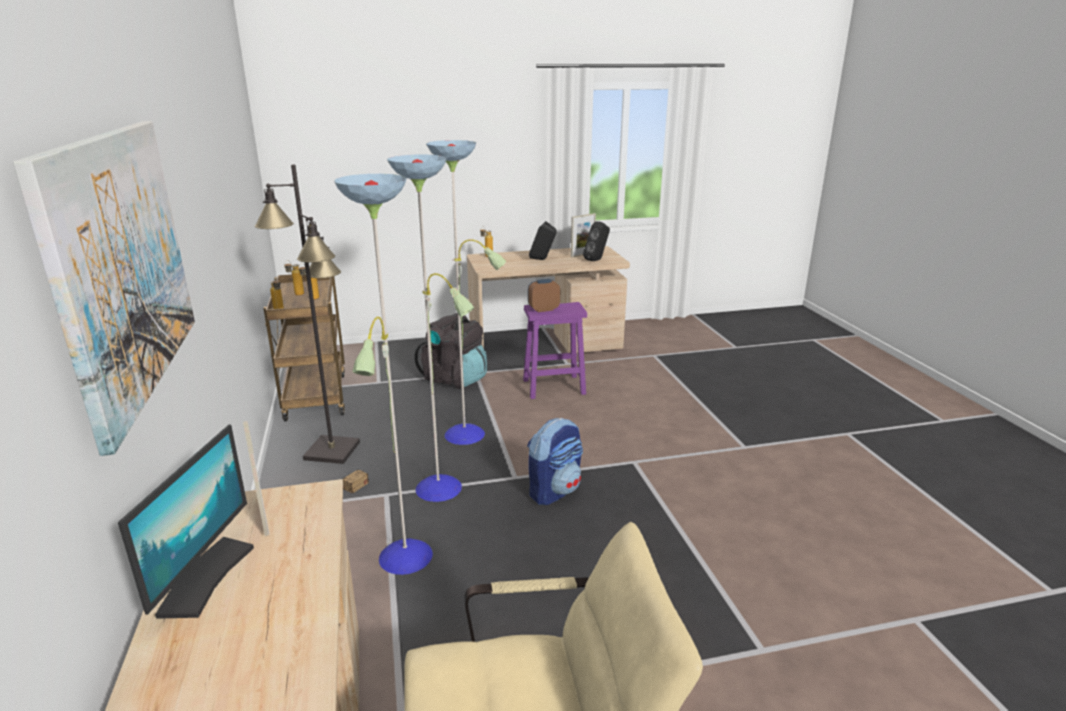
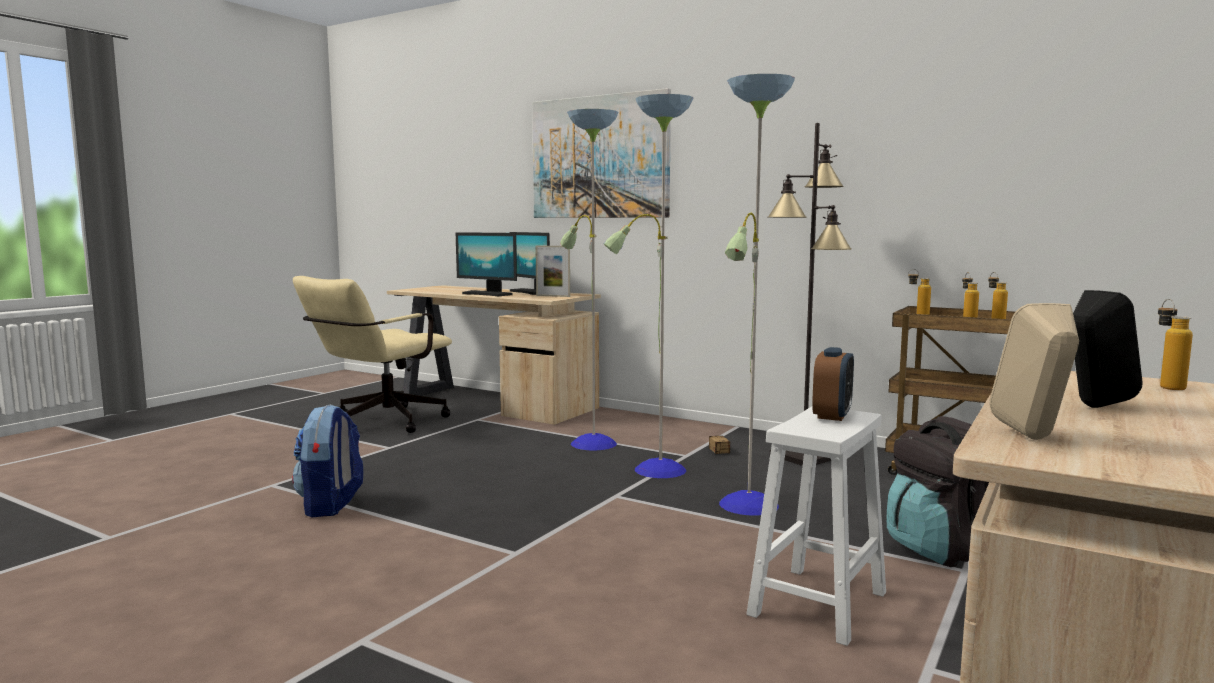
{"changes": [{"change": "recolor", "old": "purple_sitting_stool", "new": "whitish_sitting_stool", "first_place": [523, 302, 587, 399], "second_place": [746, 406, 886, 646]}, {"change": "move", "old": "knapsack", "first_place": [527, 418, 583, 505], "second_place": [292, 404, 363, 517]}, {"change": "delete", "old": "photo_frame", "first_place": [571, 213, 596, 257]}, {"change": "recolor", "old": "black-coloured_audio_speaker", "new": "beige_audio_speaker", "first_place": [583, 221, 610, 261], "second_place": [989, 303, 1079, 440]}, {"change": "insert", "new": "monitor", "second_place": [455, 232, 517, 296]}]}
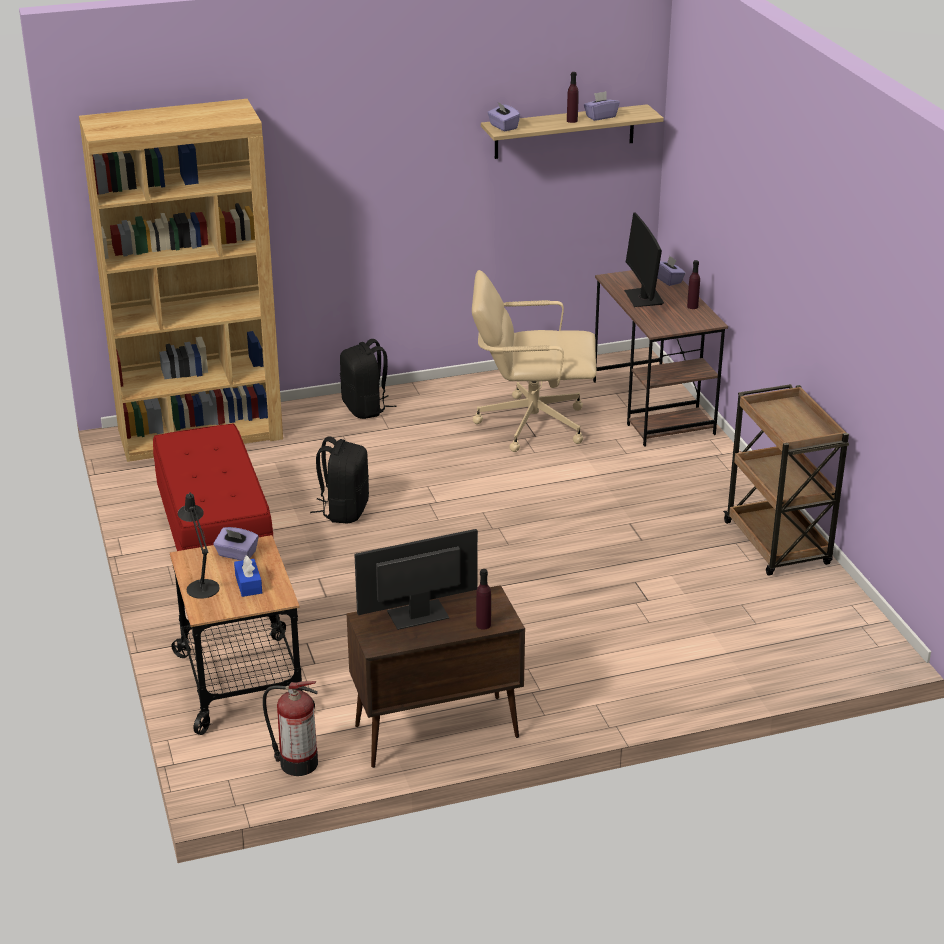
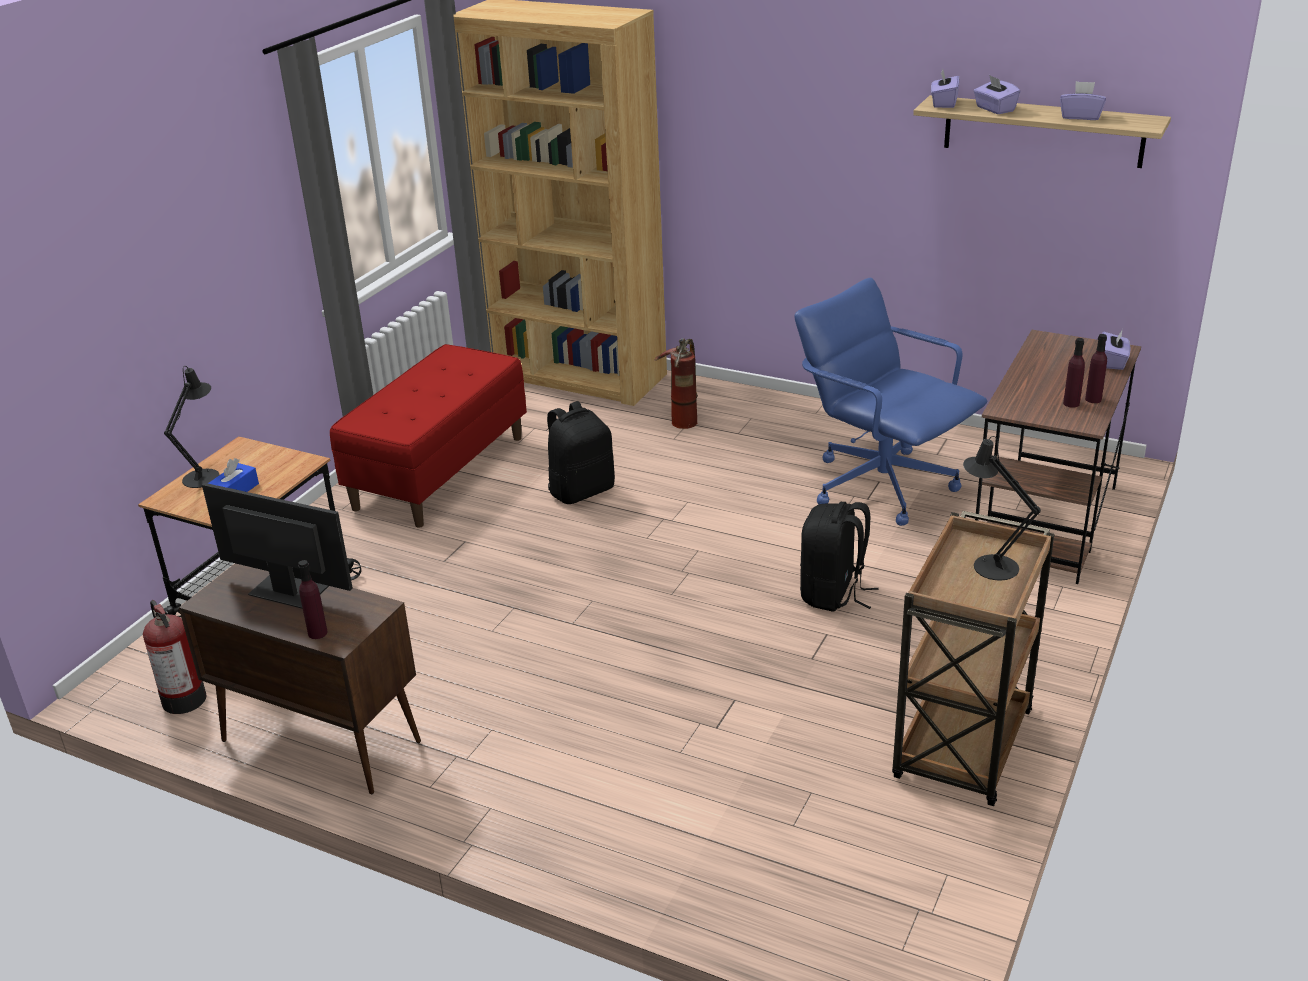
{"changes": [{"change": "move", "old": "purple_tissue_box", "first_place": [213, 527, 259, 561], "second_place": [974, 75, 1021, 114]}, {"change": "move", "old": "black-coloured_knapsack", "first_place": [340, 339, 396, 419], "second_place": [800, 502, 879, 612]}, {"change": "recolor", "old": "beige_desk_chair", "new": "blue-coloured_desk_chair", "first_place": [472, 270, 597, 452], "second_place": [795, 278, 987, 526]}, {"change": "move", "old": "purple_bottle", "first_place": [567, 72, 579, 123], "second_place": [1063, 338, 1085, 408]}, {"change": "delete", "old": "monitor", "first_place": [624, 212, 664, 307]}, {"change": "insert", "new": "fire-fighting_cylinder", "second_place": [655, 338, 698, 429]}, {"change": "insert", "new": "black-coloured_table_lamp", "second_place": [963, 436, 1041, 581]}]}
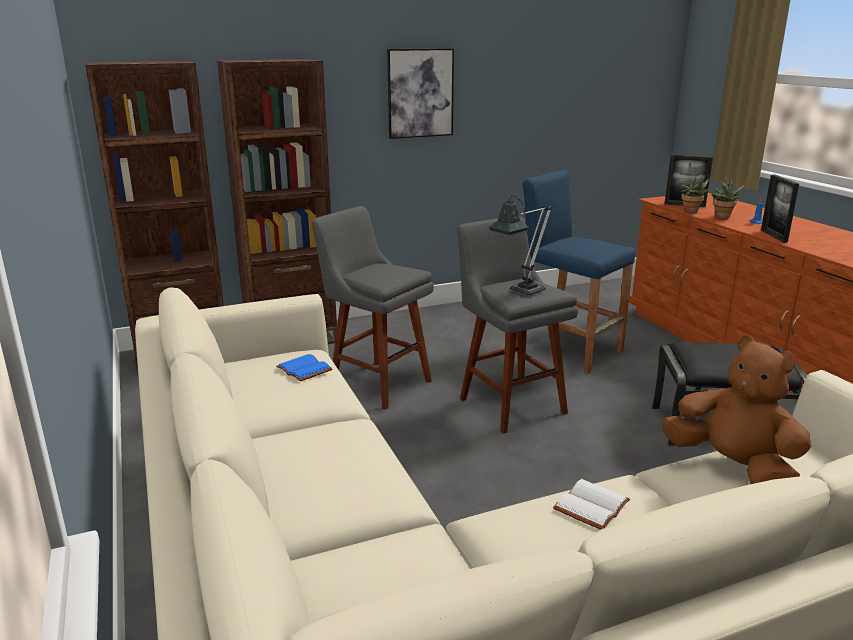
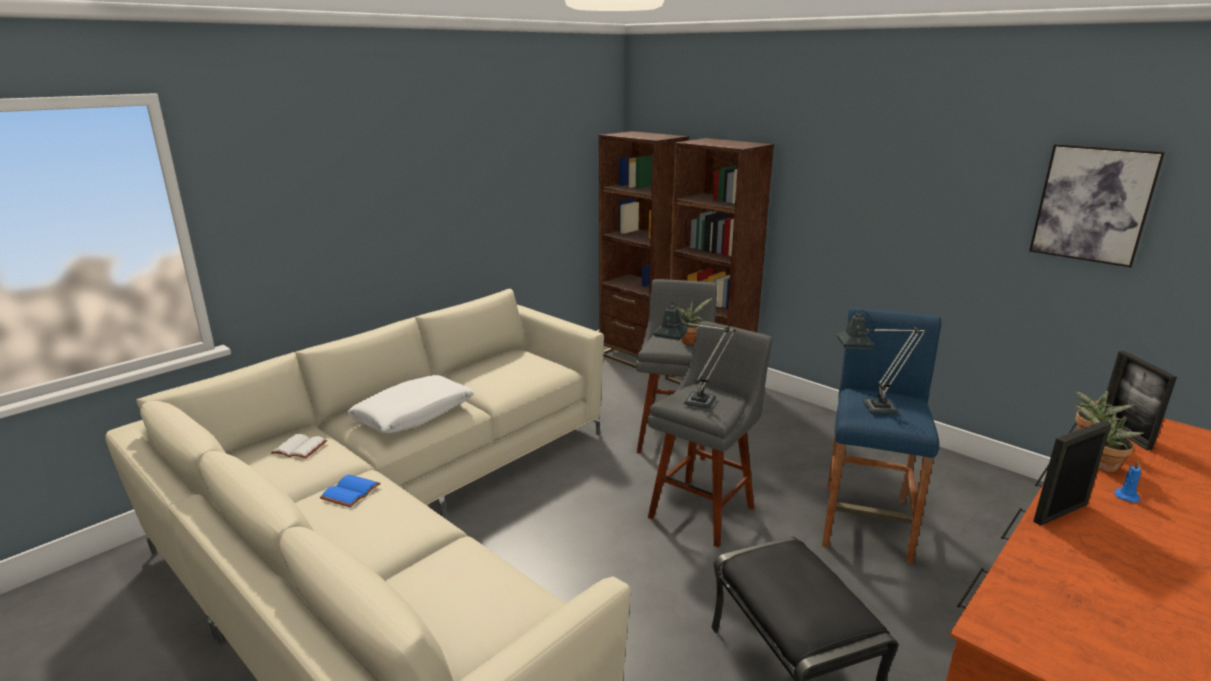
{"changes": [{"change": "move", "old": "blue-coloured_volume", "first_place": [276, 354, 332, 381], "second_place": [320, 474, 381, 507]}, {"change": "move", "old": "picture", "first_place": [387, 48, 454, 139], "second_place": [1029, 144, 1165, 267]}, {"change": "move", "old": "whitish_volume", "first_place": [553, 479, 630, 530], "second_place": [271, 434, 327, 458]}, {"change": "delete", "old": "brown_cuddly_toy", "first_place": [662, 335, 811, 484]}, {"change": "insert", "new": "whitish_pillow", "second_place": [347, 375, 475, 433]}, {"change": "insert", "new": "houseplant", "second_place": [675, 298, 712, 344]}, {"change": "insert", "new": "table_lamp", "second_place": [837, 310, 927, 414]}]}
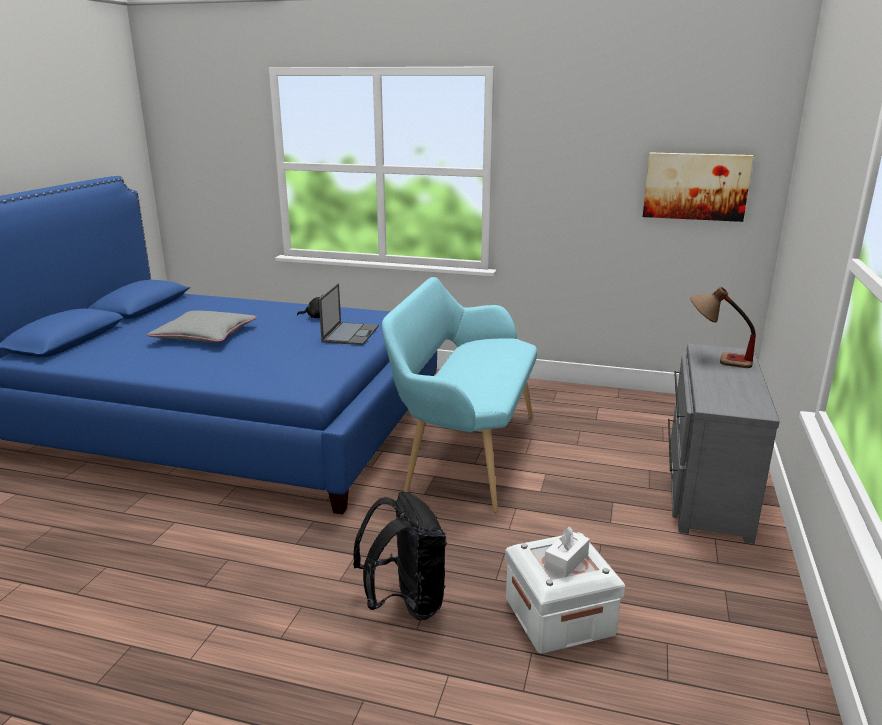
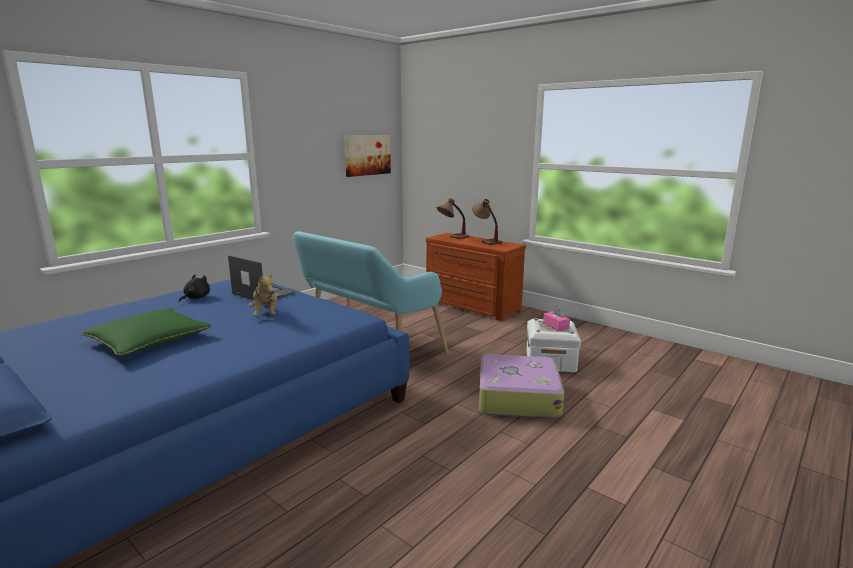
{"changes": [{"change": "recolor", "old": "grey_pillow", "new": "green-coloured_pillow", "first_place": [147, 311, 257, 342], "second_place": [81, 308, 212, 356]}, {"change": "replace", "old": "black-coloured_knapsack", "new": "travel_case", "first_place": [353, 492, 447, 620], "second_place": [479, 354, 564, 419]}, {"change": "recolor", "old": "whitish_tissue_box", "new": "pink_tissue_box", "first_place": [544, 527, 590, 578], "second_place": [543, 306, 570, 331]}, {"change": "recolor", "old": "grey_drawer_chest", "new": "brown_drawer_chest", "first_place": [668, 344, 780, 544], "second_place": [426, 233, 526, 321]}, {"change": "insert", "new": "cuddly_toy", "second_place": [248, 272, 277, 316]}, {"change": "insert", "new": "table_lamp", "second_place": [472, 199, 503, 245]}]}
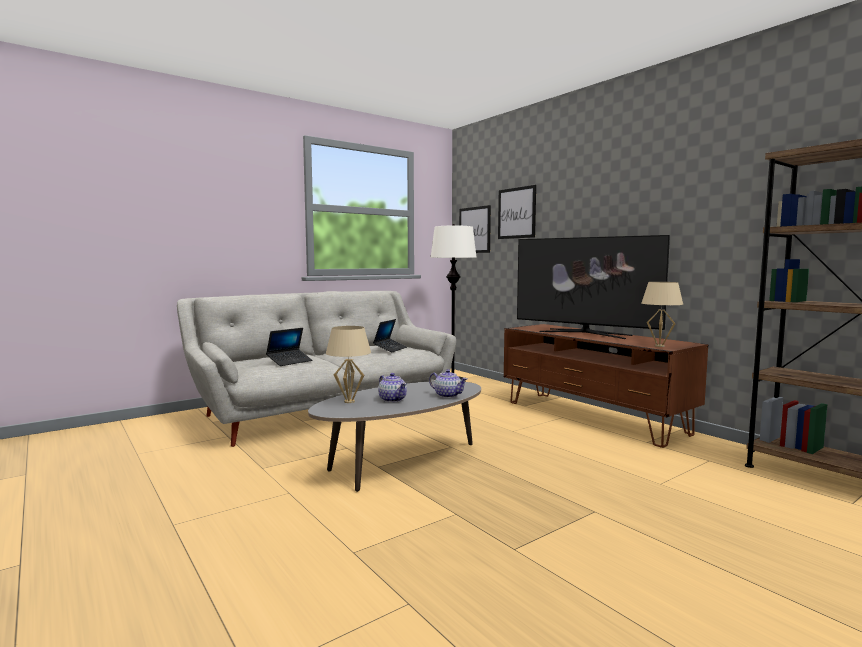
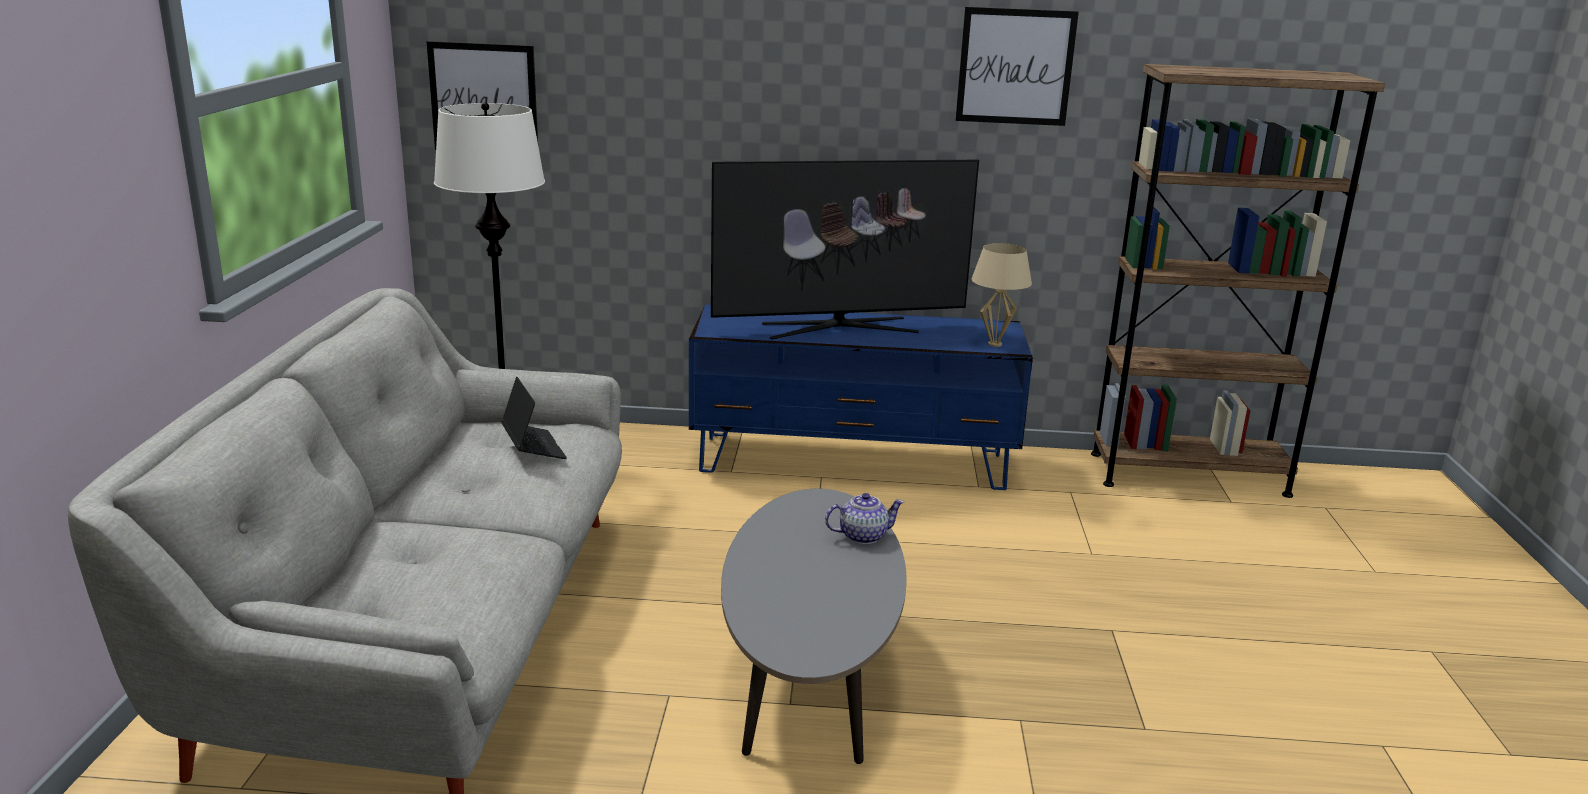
{"changes": [{"change": "delete", "old": "notebook_computer", "first_place": [266, 328, 312, 366]}, {"change": "delete", "old": "beige_table_lamp", "first_place": [326, 326, 371, 403]}, {"change": "delete", "old": "teapot", "first_place": [378, 373, 407, 402]}, {"change": "move", "old": "picture", "first_place": [498, 185, 536, 239], "second_place": [955, 7, 1079, 126]}, {"change": "recolor", "old": "brown_media_console", "new": "blue-coloured_media_console", "first_place": [504, 324, 708, 448], "second_place": [689, 304, 1033, 490]}]}
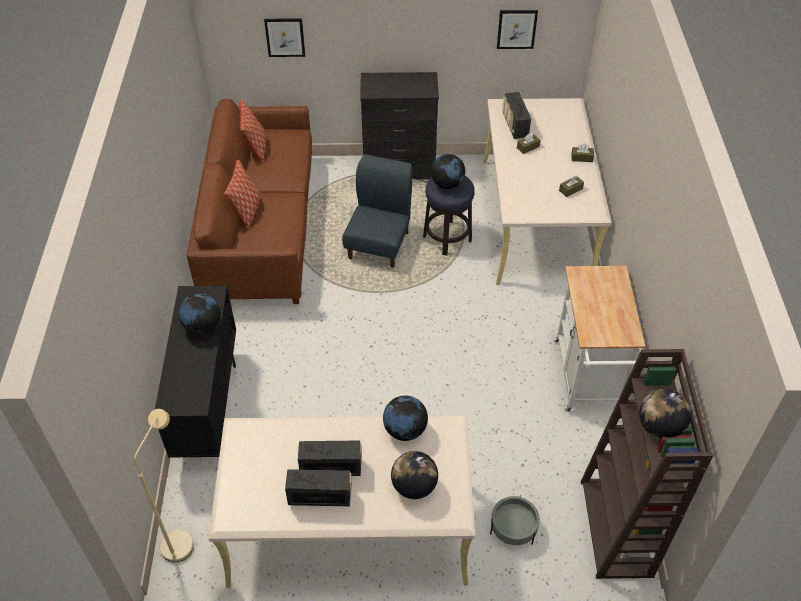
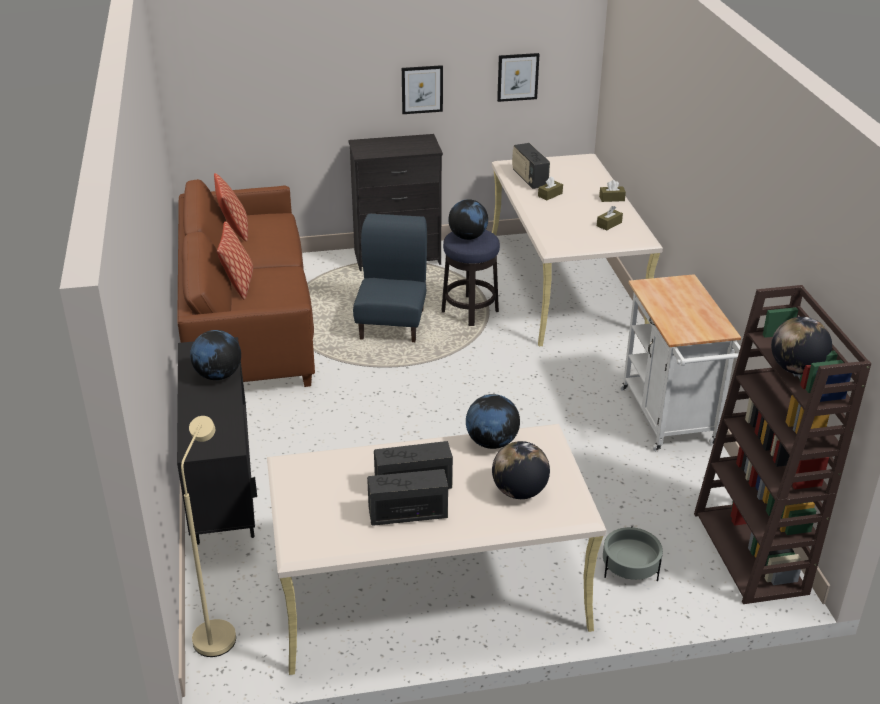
{"changes": [{"change": "move", "old": "picture", "first_place": [264, 18, 305, 57], "second_place": [402, 65, 443, 114]}]}
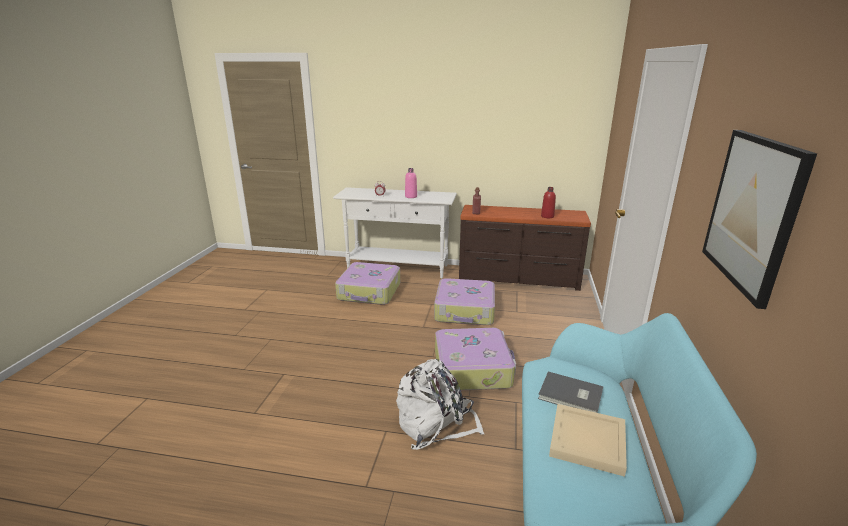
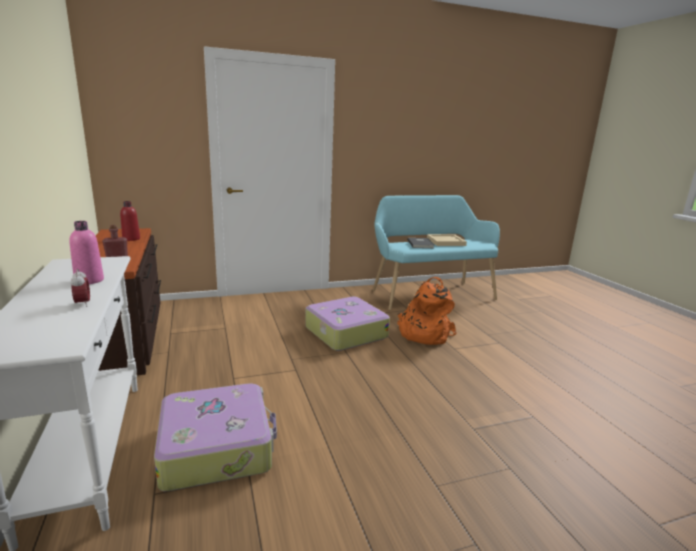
{"changes": [{"change": "recolor", "old": "whitish_knapsack", "new": "orange_knapsack", "first_place": [396, 359, 484, 450], "second_place": [397, 277, 457, 345]}, {"change": "delete", "old": "travel_case", "first_place": [434, 278, 495, 325]}, {"change": "delete", "old": "picture", "first_place": [702, 130, 817, 309]}]}
